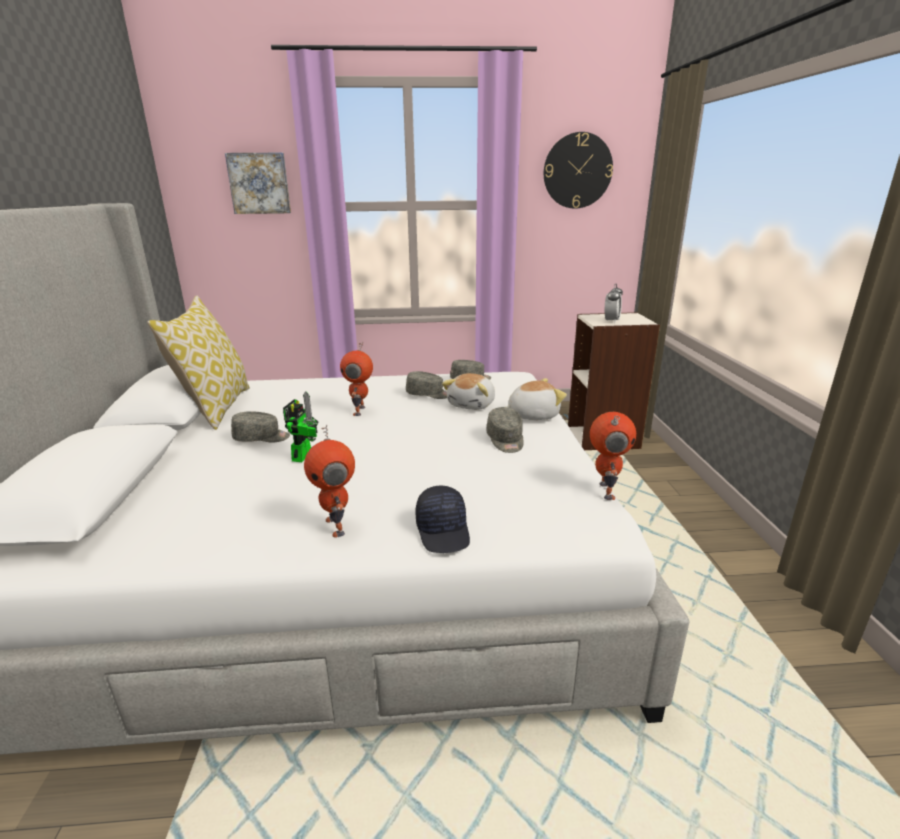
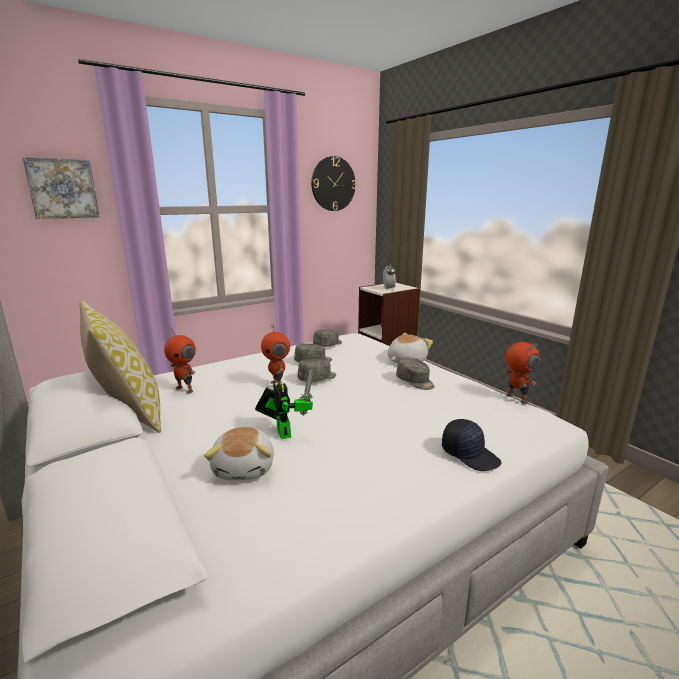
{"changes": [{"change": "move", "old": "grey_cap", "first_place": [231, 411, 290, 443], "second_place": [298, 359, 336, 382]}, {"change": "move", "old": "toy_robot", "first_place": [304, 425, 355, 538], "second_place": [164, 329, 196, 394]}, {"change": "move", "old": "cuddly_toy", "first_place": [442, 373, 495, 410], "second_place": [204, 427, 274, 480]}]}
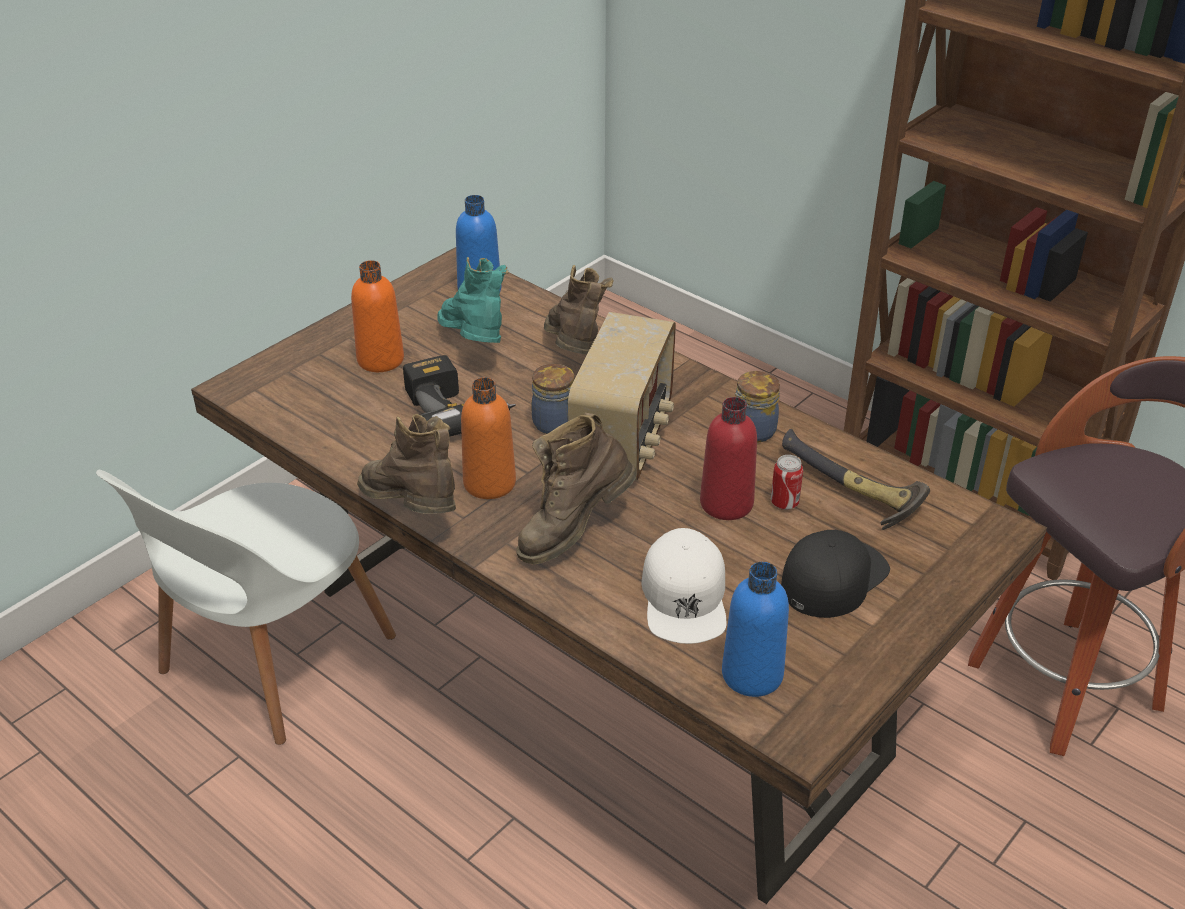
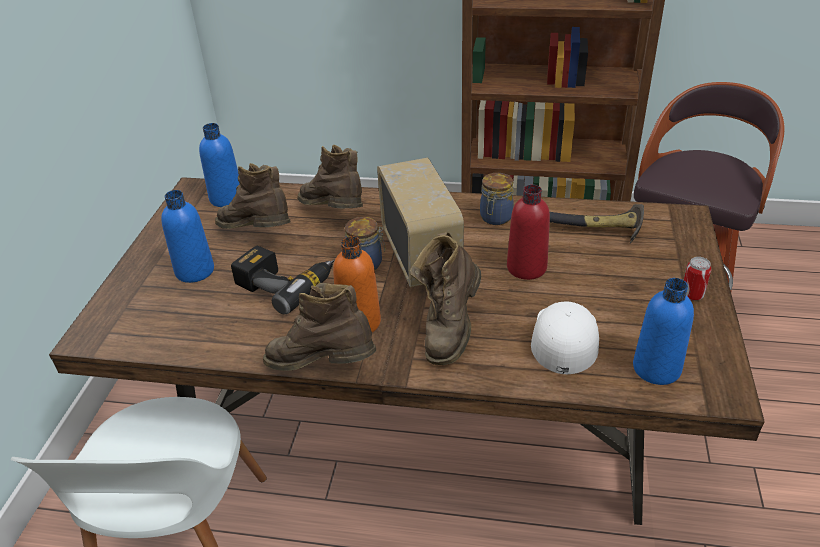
{"changes": [{"change": "recolor", "old": "orange_bottle", "new": "blue-coloured_bottle", "first_place": [351, 260, 404, 372], "second_place": [161, 190, 214, 283]}, {"change": "recolor", "old": "turquoise_high-top_boot", "new": "brown_high-top_boot", "first_place": [437, 257, 509, 343], "second_place": [215, 163, 291, 229]}, {"change": "rotate", "old": "whitish_cap", "first_place": [641, 528, 727, 644], "second_place": [531, 301, 599, 374], "degrees": -135}, {"change": "move", "old": "can", "first_place": [771, 455, 803, 510], "second_place": [684, 257, 711, 301]}, {"change": "delete", "old": "black-coloured_cap", "first_place": [781, 530, 890, 618]}]}
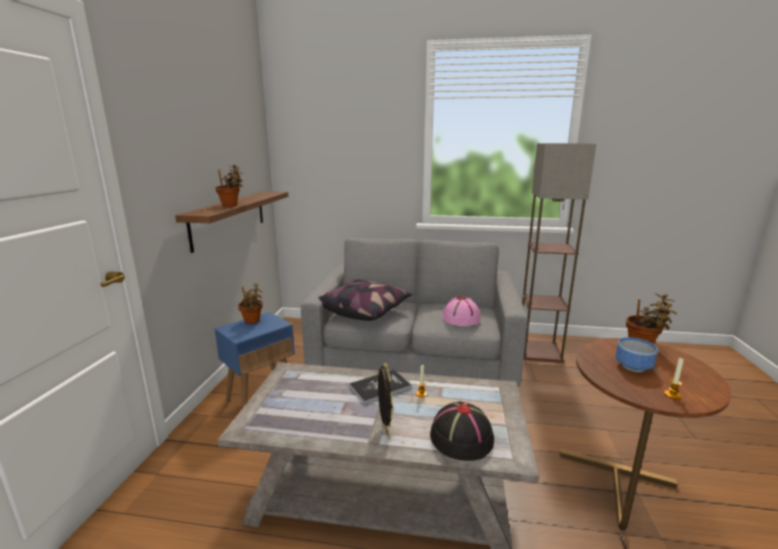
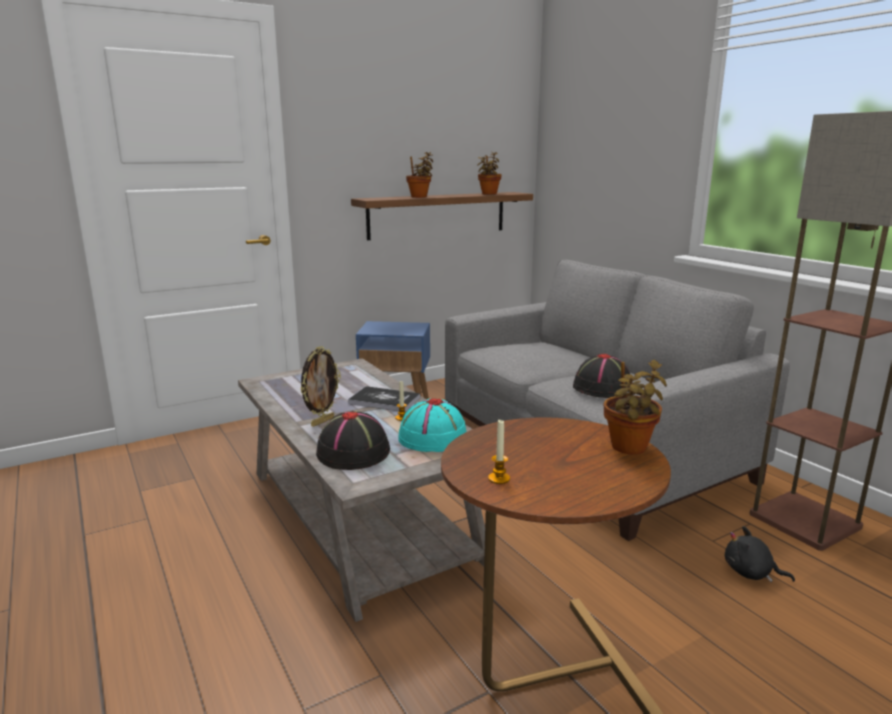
{"changes": [{"change": "move", "old": "houseplant", "first_place": [238, 283, 262, 324], "second_place": [477, 152, 501, 195]}, {"change": "delete", "old": "pillow", "first_place": [318, 280, 413, 321]}, {"change": "recolor", "old": "pink_wearable_hat", "new": "black-coloured_wearable_hat", "first_place": [442, 296, 481, 326], "second_place": [573, 354, 630, 398]}, {"change": "delete", "old": "deep_dish", "first_place": [615, 337, 658, 372]}, {"change": "insert", "new": "turquoise_wearable_hat", "second_place": [398, 399, 467, 452]}, {"change": "insert", "new": "black-coloured_cuddly_toy", "second_place": [725, 526, 795, 582]}]}
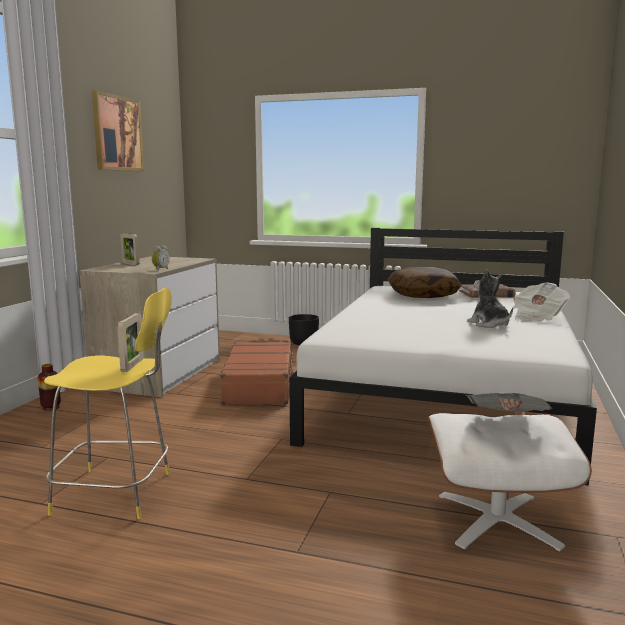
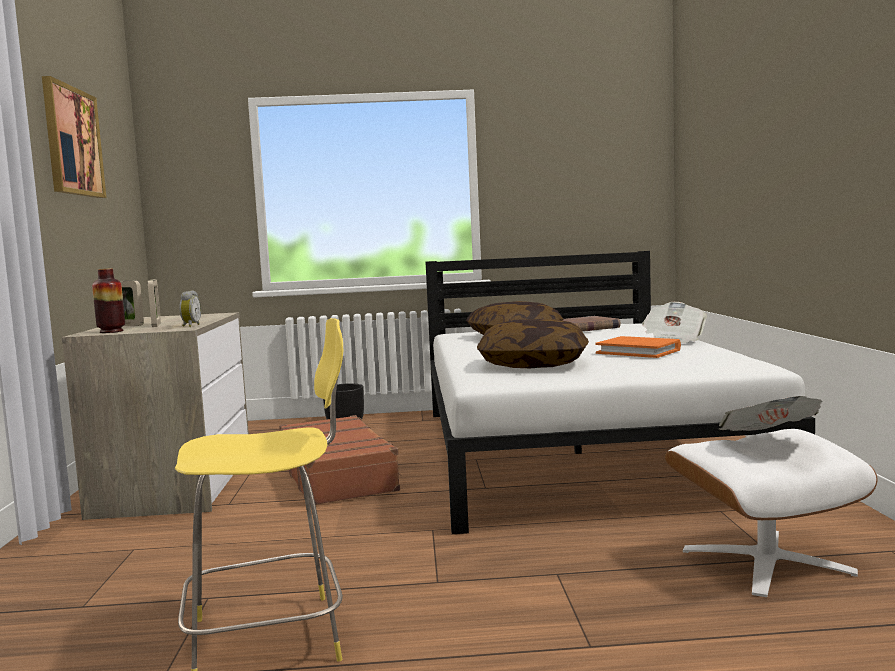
{"changes": [{"change": "move", "old": "vase", "first_place": [38, 364, 61, 411], "second_place": [92, 268, 125, 333]}, {"change": "move", "old": "photo_frame", "first_place": [117, 313, 144, 372], "second_place": [148, 279, 161, 327]}, {"change": "replace", "old": "cuddly_toy", "new": "orange_volume", "first_place": [467, 269, 513, 328], "second_place": [595, 336, 681, 358]}, {"change": "insert", "new": "pillow", "second_place": [477, 319, 589, 368]}]}
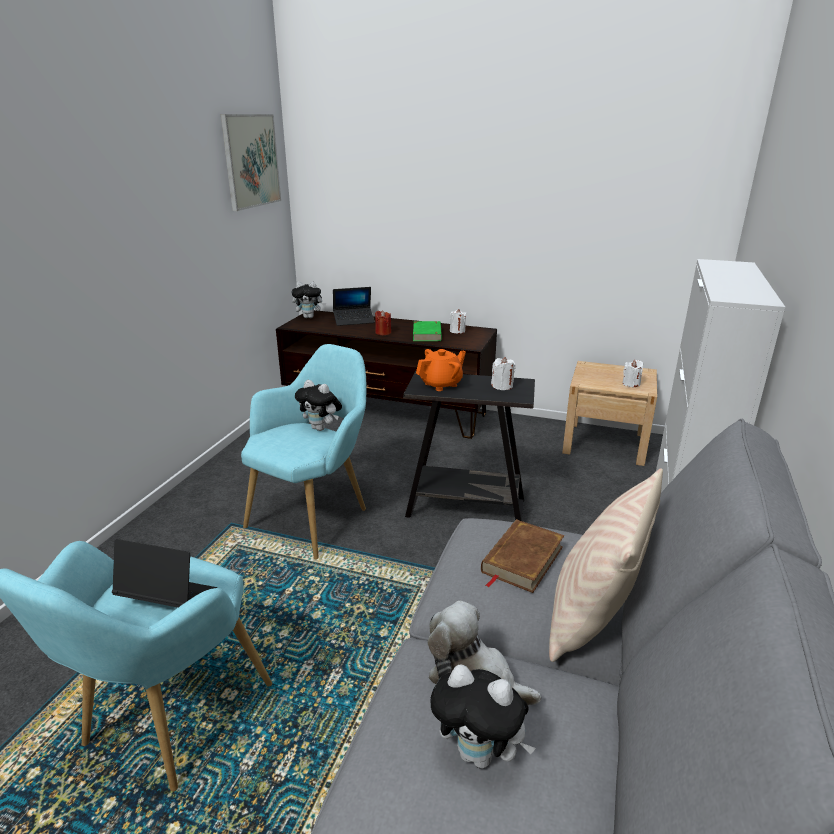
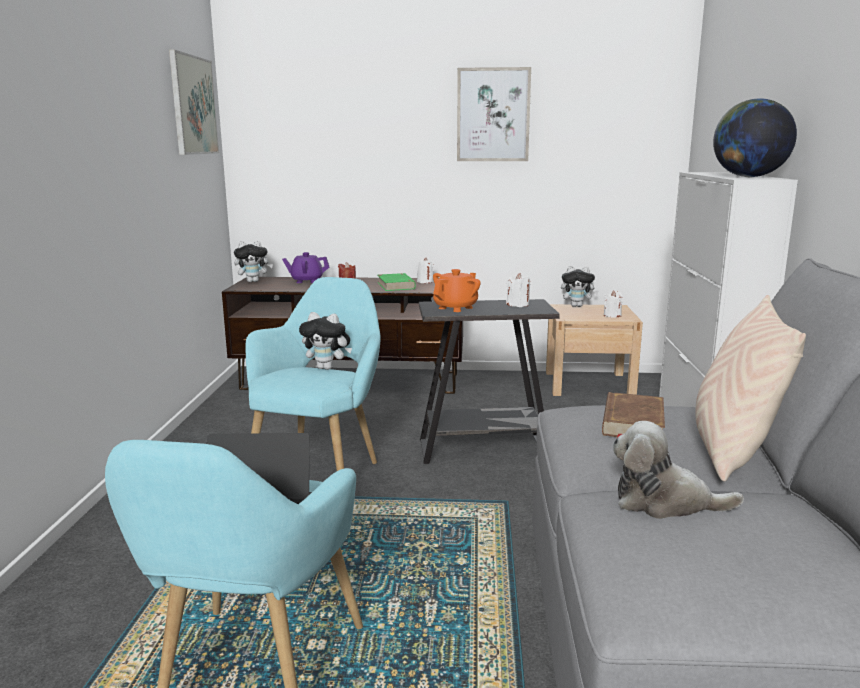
{"changes": [{"change": "replace", "old": "notebook_computer", "new": "purple_teapot", "first_place": [333, 287, 375, 326], "second_place": [282, 252, 329, 283]}, {"change": "move", "old": "cuddly_toy", "first_place": [430, 664, 536, 769], "second_place": [561, 266, 599, 307]}, {"change": "insert", "new": "picture", "second_place": [457, 67, 531, 161]}, {"change": "insert", "new": "globe", "second_place": [713, 98, 797, 177]}]}
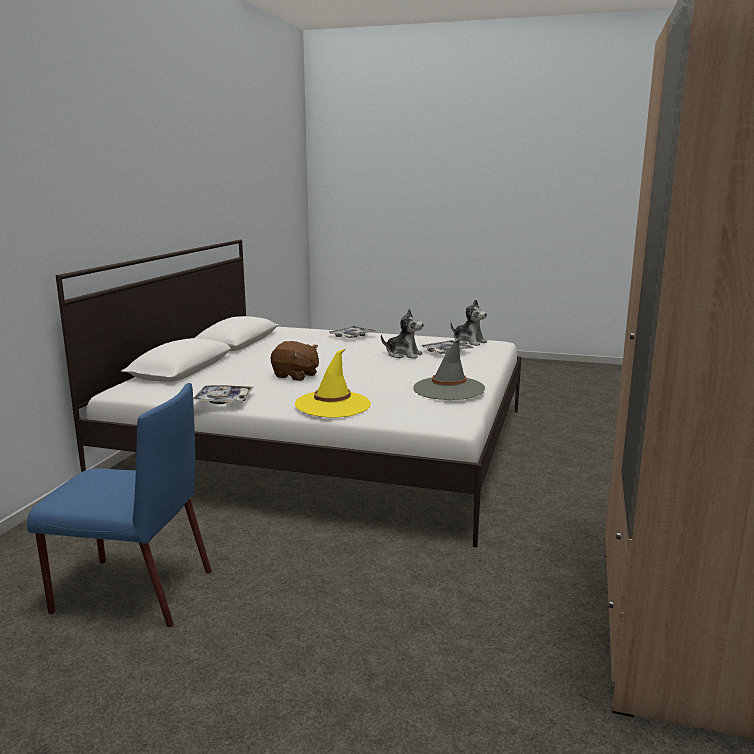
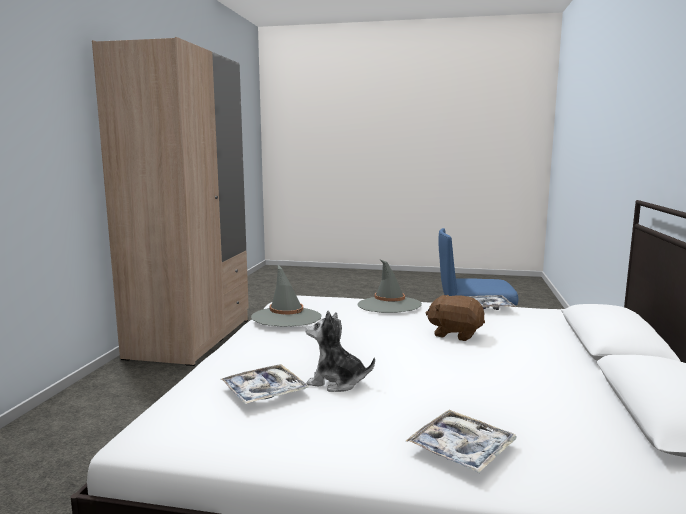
{"changes": [{"change": "recolor", "old": "yellow_wearable_hat", "new": "grey_wearable_hat", "first_place": [295, 349, 371, 418], "second_place": [358, 260, 422, 313]}, {"change": "delete", "old": "cuddly_toy", "first_place": [451, 300, 487, 346]}]}
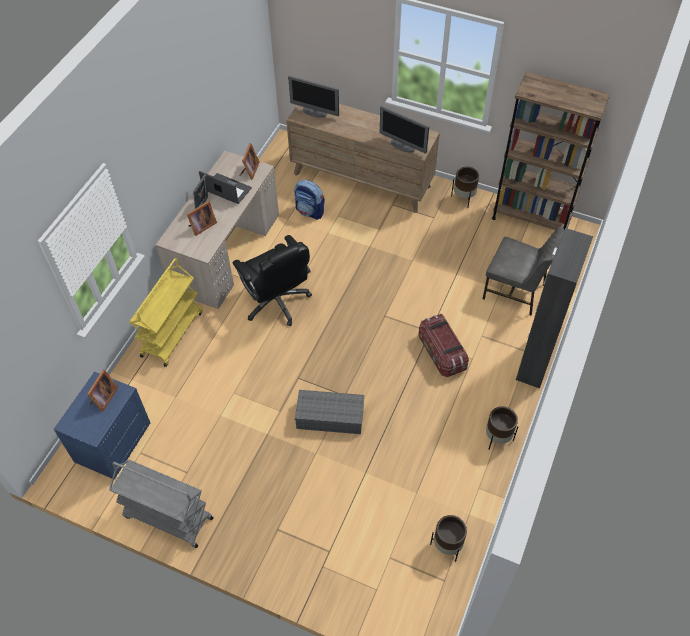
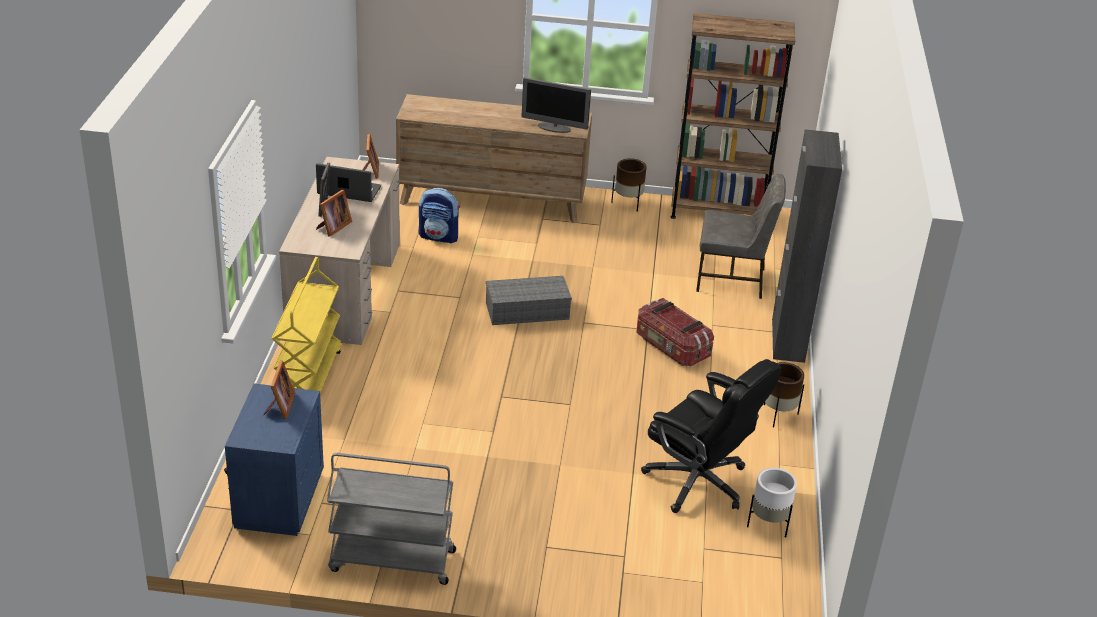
{"changes": [{"change": "move", "old": "black-coloured_desk_chair", "first_place": [233, 235, 312, 326], "second_place": [641, 359, 781, 513]}, {"change": "delete", "old": "monitor", "first_place": [288, 76, 339, 118]}, {"change": "move", "old": "grey_storage_bin", "first_place": [295, 390, 364, 434], "second_place": [486, 276, 572, 325]}, {"change": "recolor", "old": "brown_plant_pot", "new": "whitish_plant_pot", "first_place": [430, 515, 467, 562], "second_place": [747, 468, 797, 538]}]}
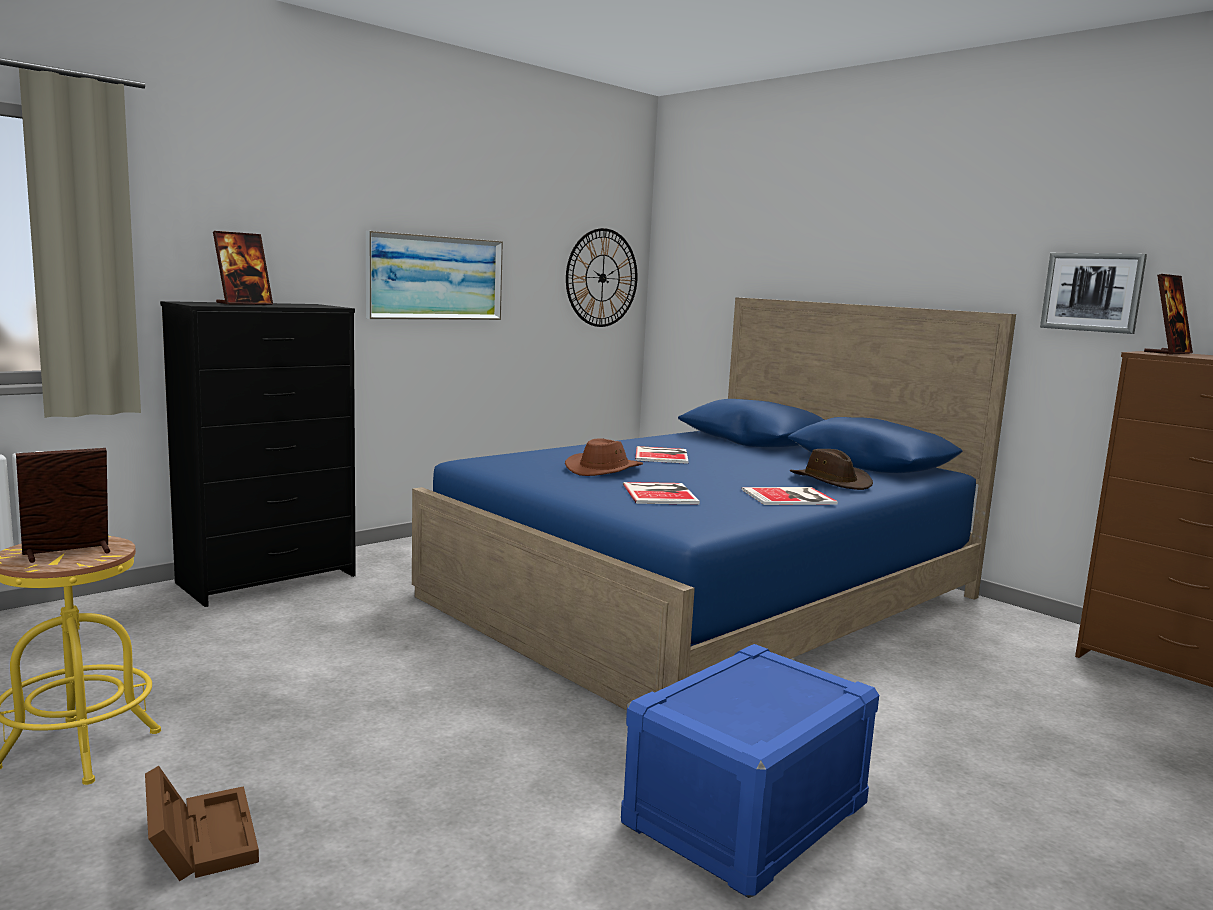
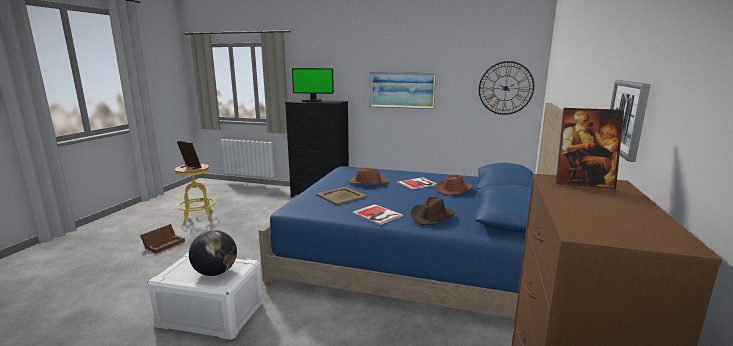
{"changes": [{"change": "replace", "old": "photo_frame", "new": "monitor", "first_place": [213, 231, 273, 305], "second_place": [292, 68, 334, 102]}, {"change": "recolor", "old": "blue-coloured_storage_bin", "new": "whitish_storage_bin", "first_place": [621, 644, 879, 898], "second_place": [147, 252, 263, 340]}, {"change": "replace", "old": "volume", "new": "beige_carrying_tray", "first_place": [623, 482, 700, 504], "second_place": [316, 187, 367, 206]}, {"change": "insert", "new": "globe", "second_place": [189, 230, 237, 276]}, {"change": "insert", "new": "brown_wearable_hat", "second_place": [435, 175, 473, 195]}]}
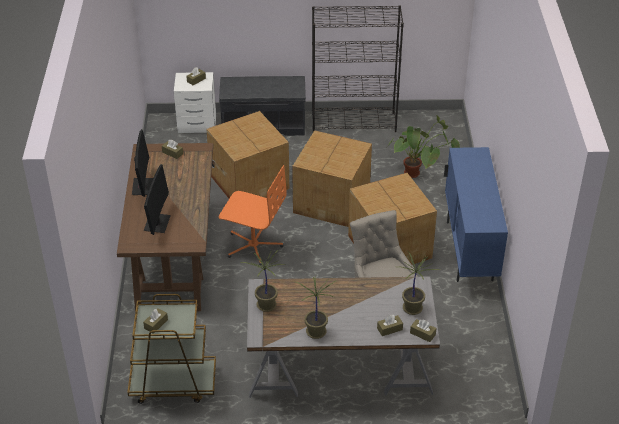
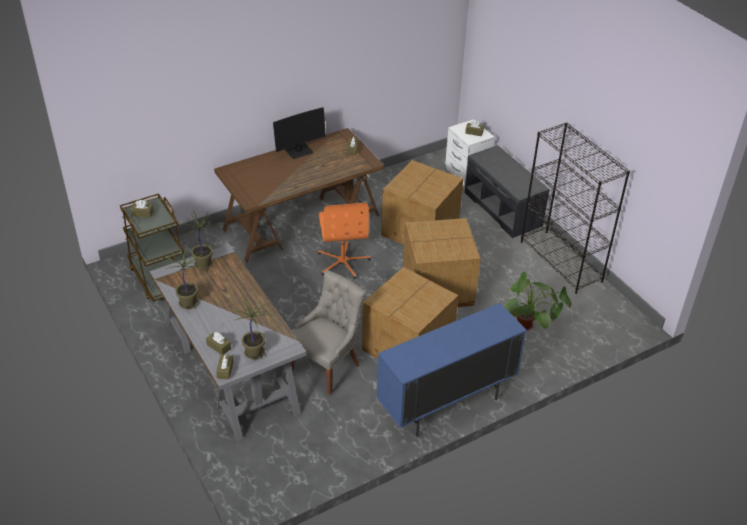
{"changes": [{"change": "delete", "old": "monitor", "first_place": [144, 164, 171, 235]}]}
